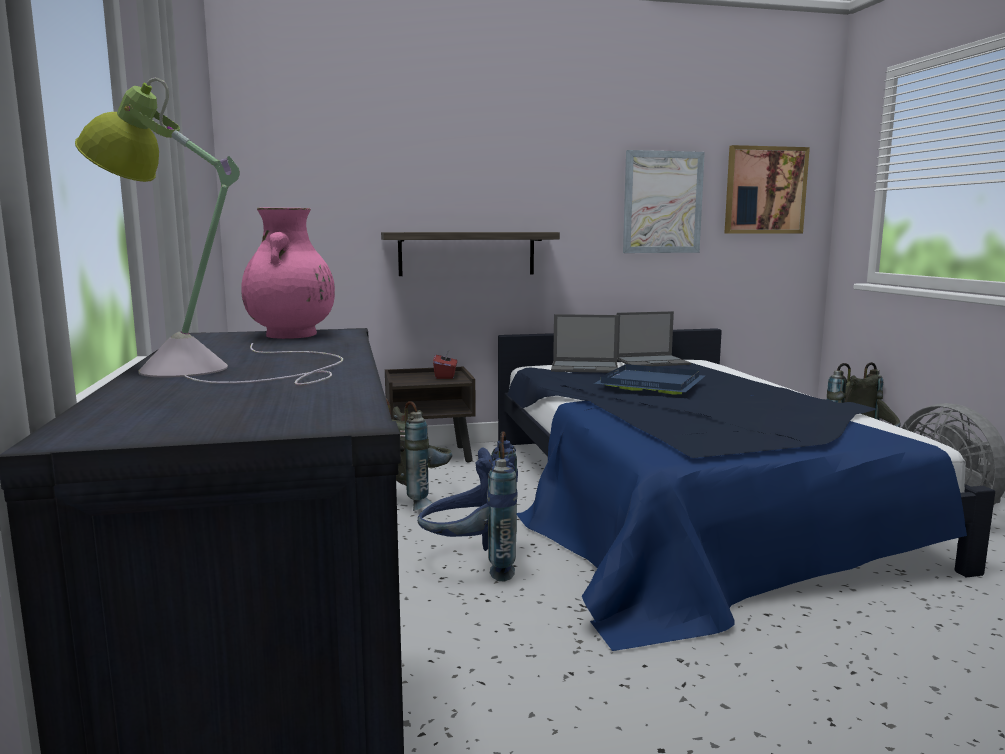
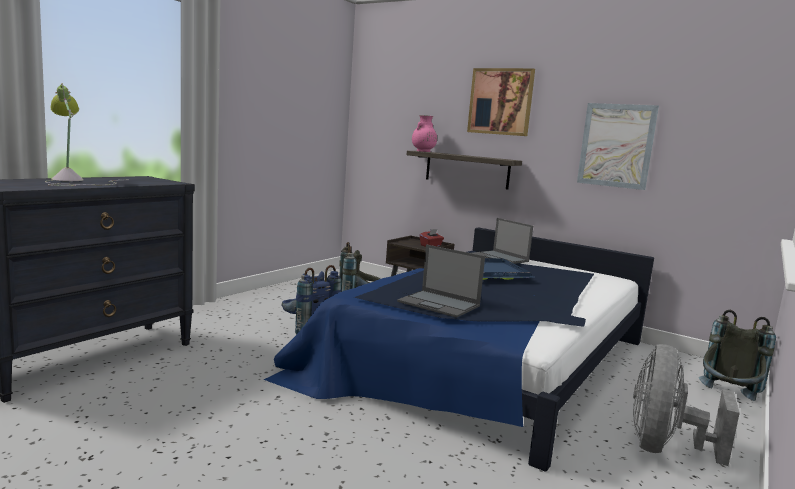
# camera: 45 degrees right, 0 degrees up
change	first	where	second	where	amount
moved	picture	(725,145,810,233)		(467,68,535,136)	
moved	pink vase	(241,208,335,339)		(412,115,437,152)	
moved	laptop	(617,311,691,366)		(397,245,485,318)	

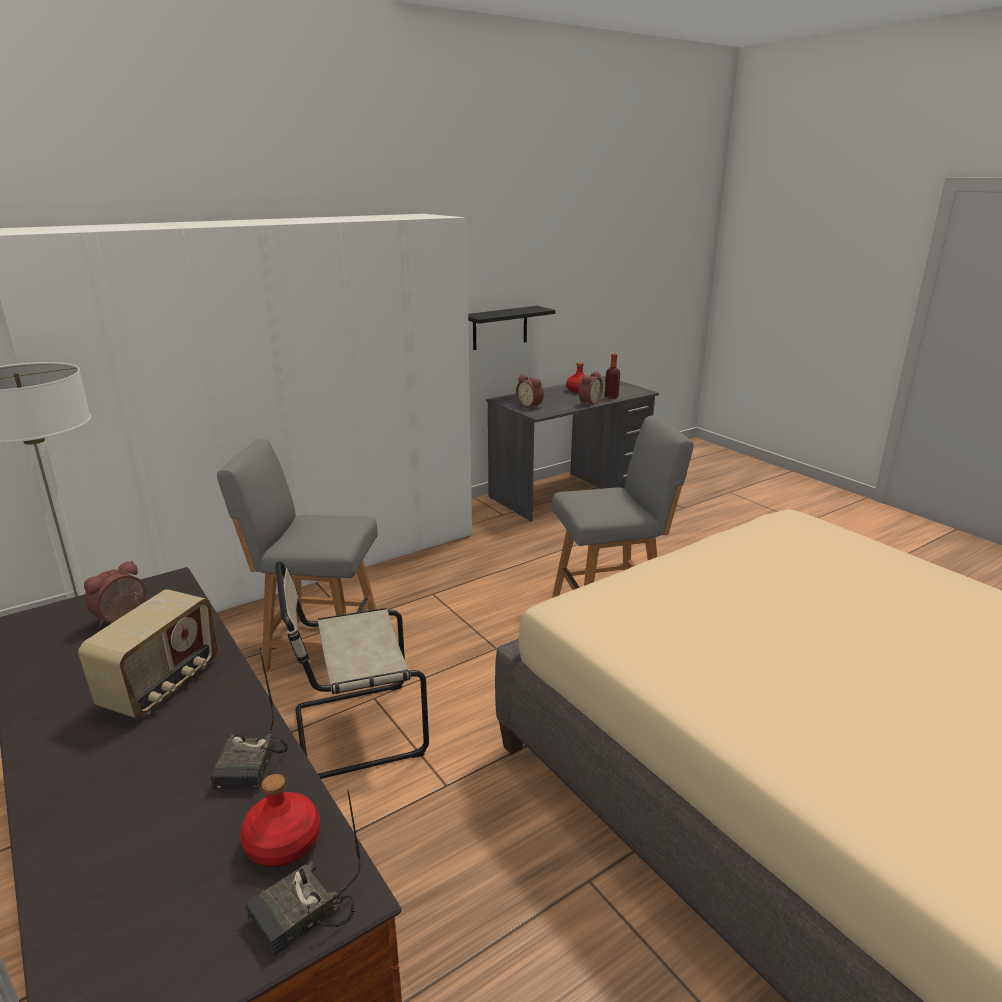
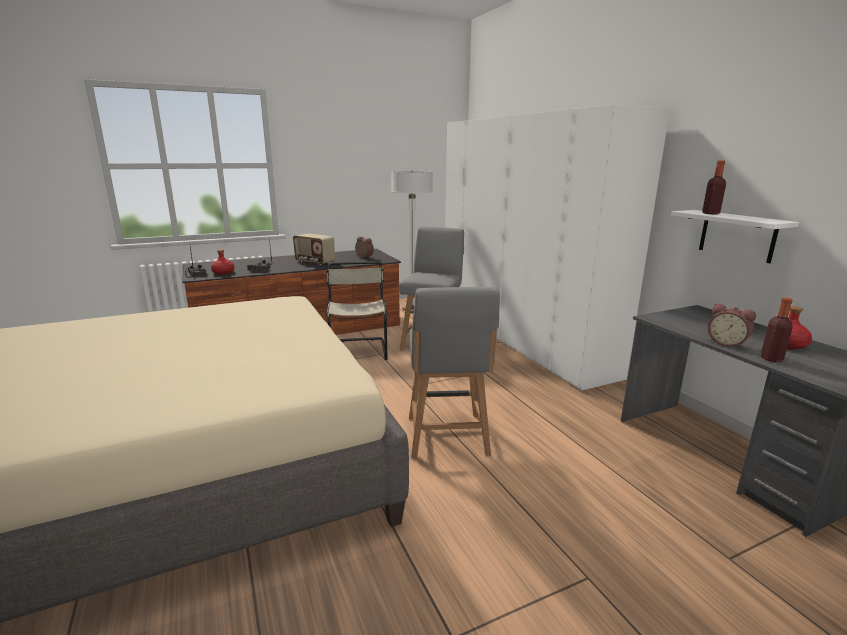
# camera: 100 degrees right, 5 degrees down
change	first	where	second	where	amount
recoloured	black shelf	(468,306,556,350)	white shelf	(671,210,799,263)	
removed	alarm clock	(516,375,544,409)			
added			bottle	(702,160,726,215)	

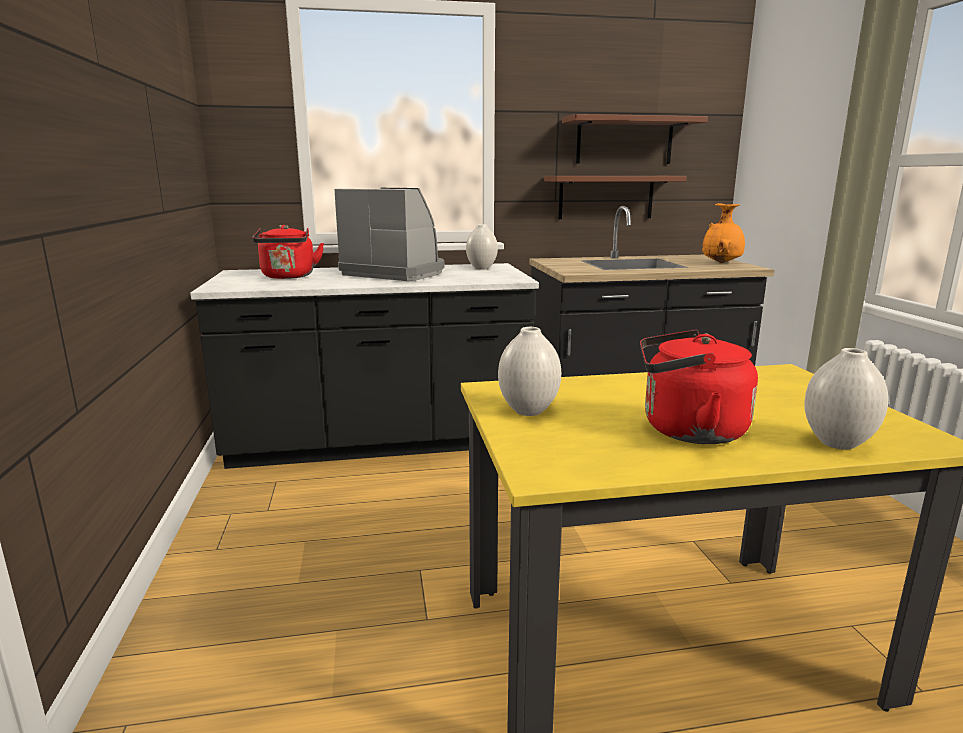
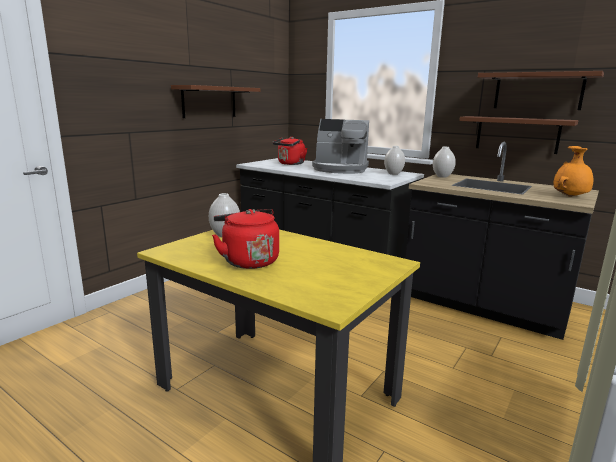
# camera: 45 degrees right, 0 degrees up
change	first	where	second	where	amount
turned	coffee machine	(335,188,445,281)		(312,119,369,174)	120 degrees clockwise
moved	white vase	(804,348,889,449)		(433,147,456,178)	
added			brown shelf	(171,85,261,118)	

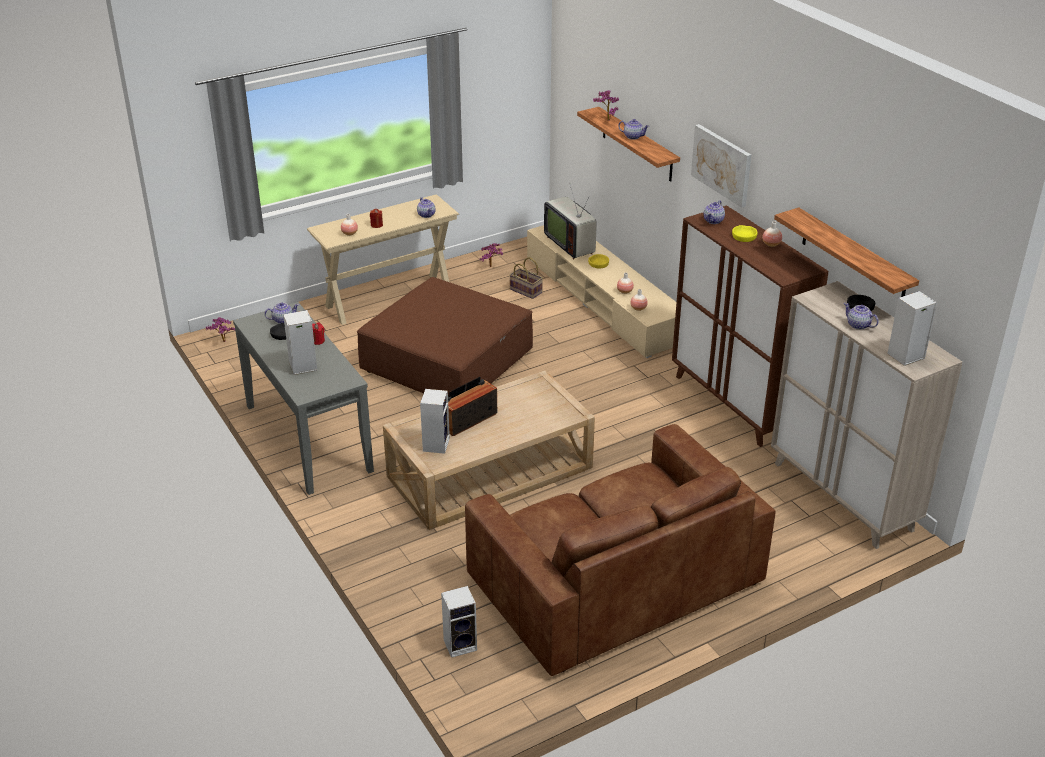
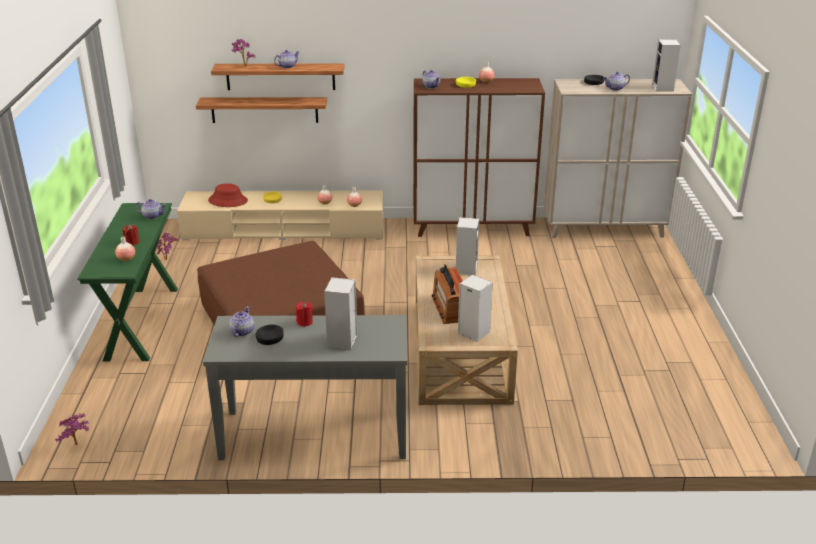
# camera: 60 degrees left, 5 degrees down
change	first	where	second	where	amount
removed	picture	(691,124,751,208)			
replaced	television	(544,184,597,260)	red hat	(208,183,248,207)	
recoloured	beige console table	(307,195,459,325)	green console table	(77,203,178,362)	
moved	shelf	(774,208,919,297)		(196,97,327,123)	
removed	basket	(509,257,543,299)			
removed	brown sofa	(465,424,776,676)			
moved	speaker	(441,586,477,658)		(456,217,479,275)	

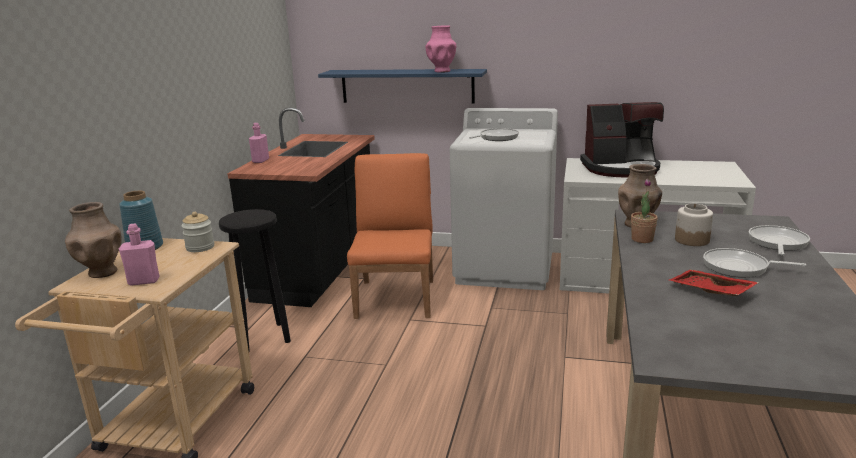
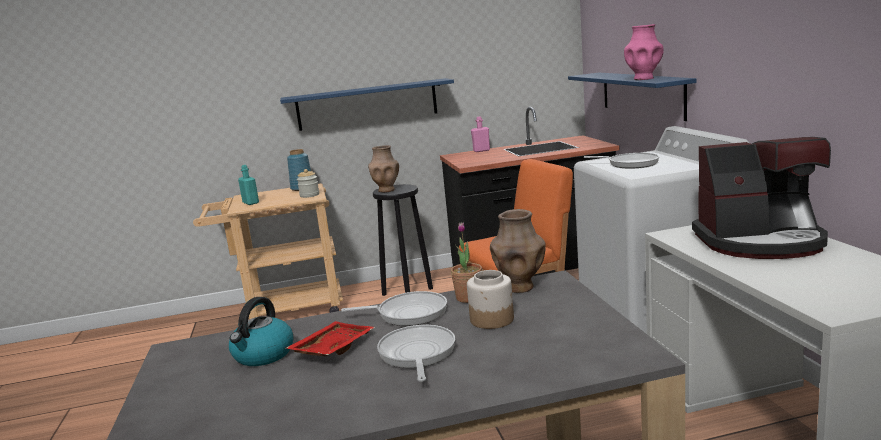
# camera: 65 degrees right, 5 degrees down
change	first	where	second	where	amount
turned	coffee machine	(580,102,664,178)		(692,137,831,259)	60 degrees counterclockwise
moved	brown vase	(65,202,122,278)		(368,145,399,193)	
recoloured	pink bottle	(119,224,160,286)	turquoise bottle	(238,165,259,205)	
moved	frying pan	(749,225,810,255)		(341,291,447,326)	
added			blue shelf	(280,78,454,131)	
added			kettle	(229,297,294,366)	

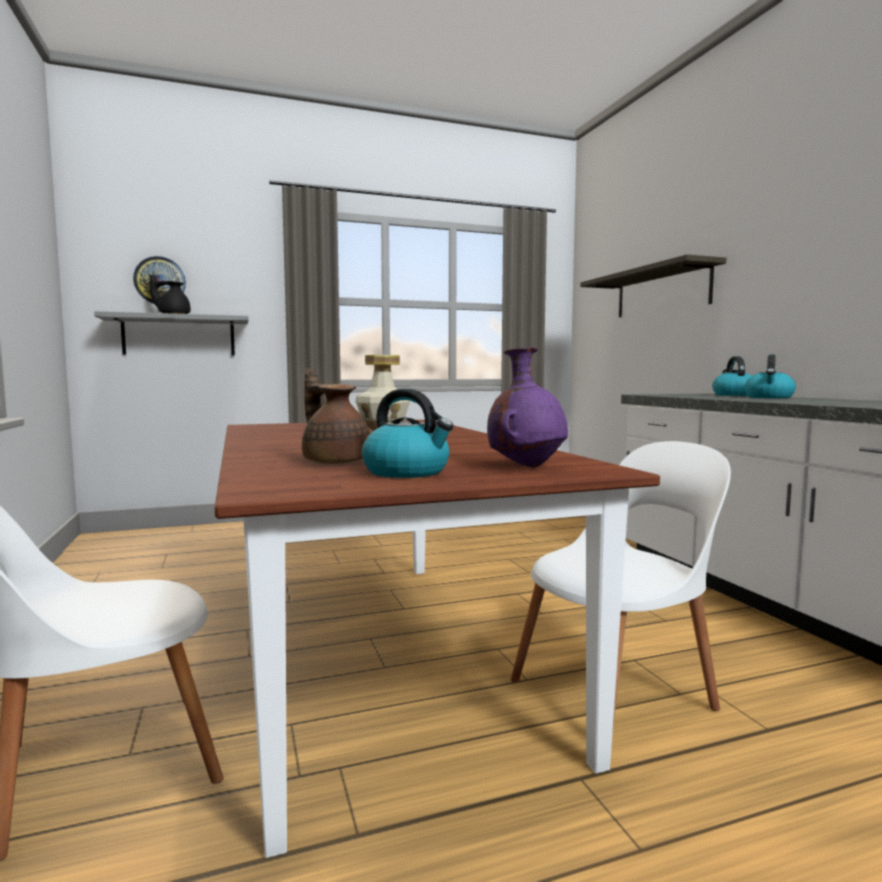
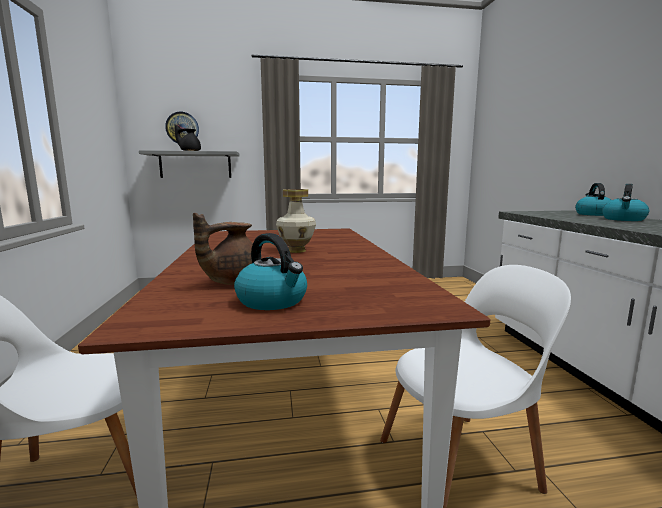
# camera: 10 degrees right, 5 degrees up
change	first	where	second	where	amount
removed	shelf	(580,254,726,317)			
removed	purple vase	(487,347,568,467)			
turned	brown teapot	(302,368,370,464)		(193,213,253,285)	105 degrees counterclockwise

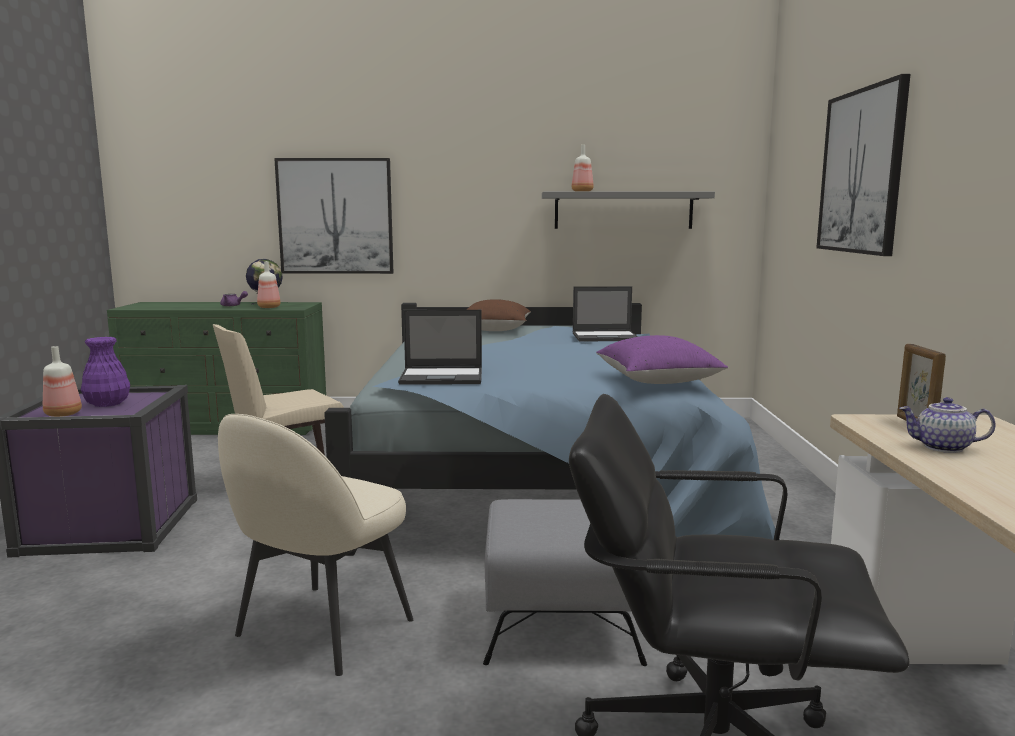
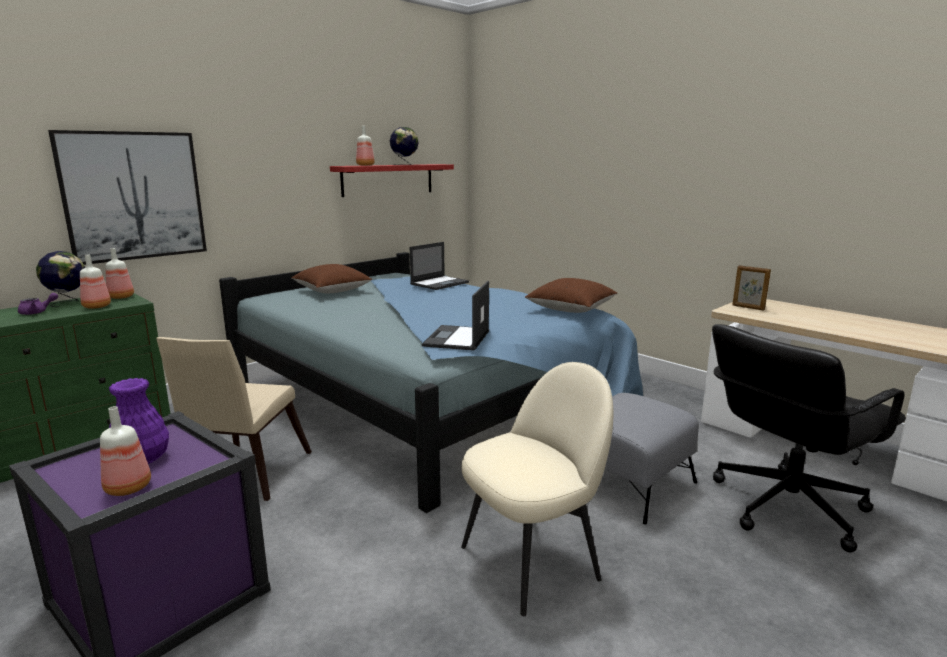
# camera: 45 degrees left, 5 degrees up
change	first	where	second	where	amount
removed	picture	(816,74,911,256)			
recoloured	grey shelf	(542,192,715,229)	red shelf	(330,164,454,197)	
turned	laptop	(398,310,482,385)		(422,281,489,351)	150 degrees clockwise
recoloured	purple pillow	(596,335,728,384)	brown pillow	(525,278,618,313)	
removed	teapot	(899,397,996,453)			
turned	beige chair	(218,414,413,676)		(461,362,613,616)	105 degrees counterclockwise
added			globe	(390,127,418,165)	
added			bottle	(106,248,134,299)	

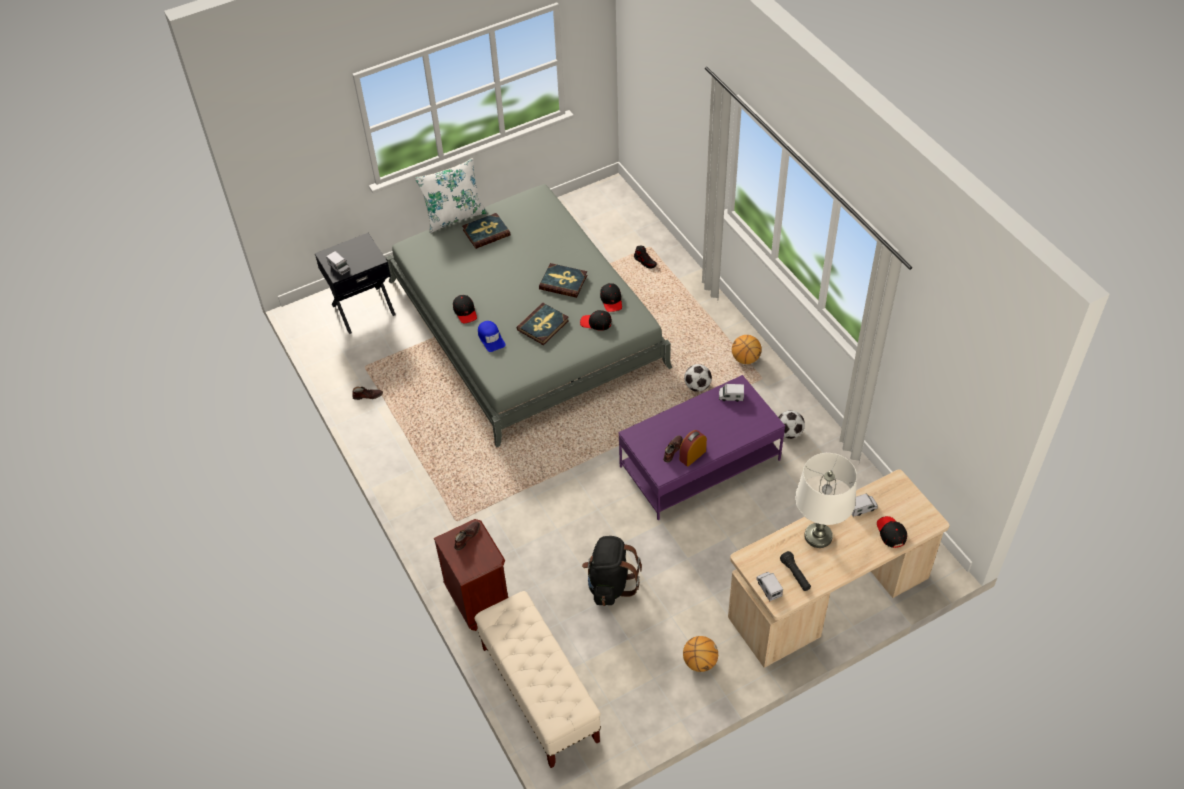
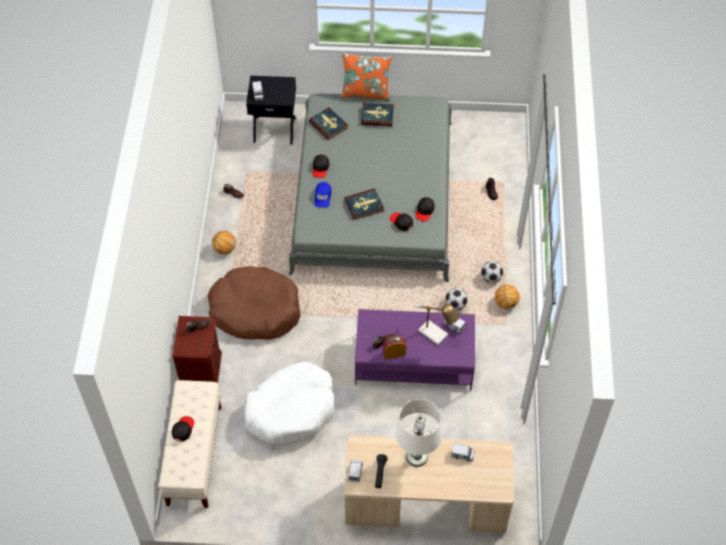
# camera: 30 degrees right, 5 degrees up
change	first	where	second	where	amount
recoloured	white pillow	(415,158,487,233)	orange pillow	(340,53,392,101)	
moved	book	(539,263,587,298)		(309,107,348,140)	
moved	football	(778,410,805,439)		(481,261,503,283)	
moved	black cap	(877,516,907,548)		(172,416,194,442)	
replaced	black backpack	(582,536,642,606)	white dog bed	(244,361,334,446)	
moved	basketball	(683,636,718,672)		(212,231,236,254)	
added			brown dog bed	(208,266,300,340)	
added			table lamp	(415,304,459,345)	

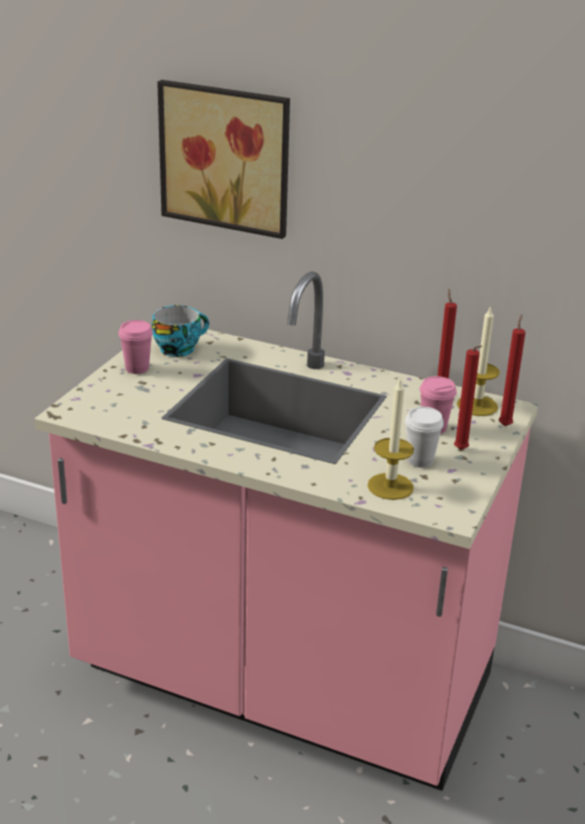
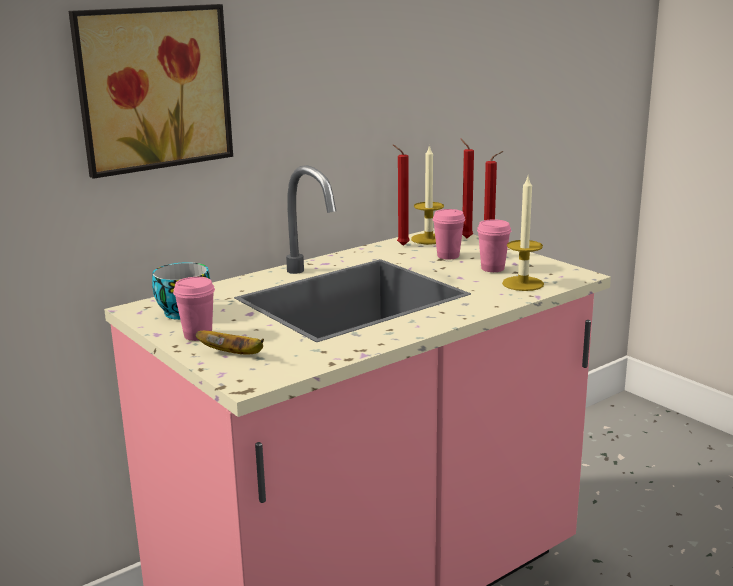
# camera: 60 degrees left, 10 degrees down
change	first	where	second	where	amount
recoloured	white cup	(405,407,444,468)	pink cup	(477,219,511,272)	
added			banana	(195,331,264,354)	

